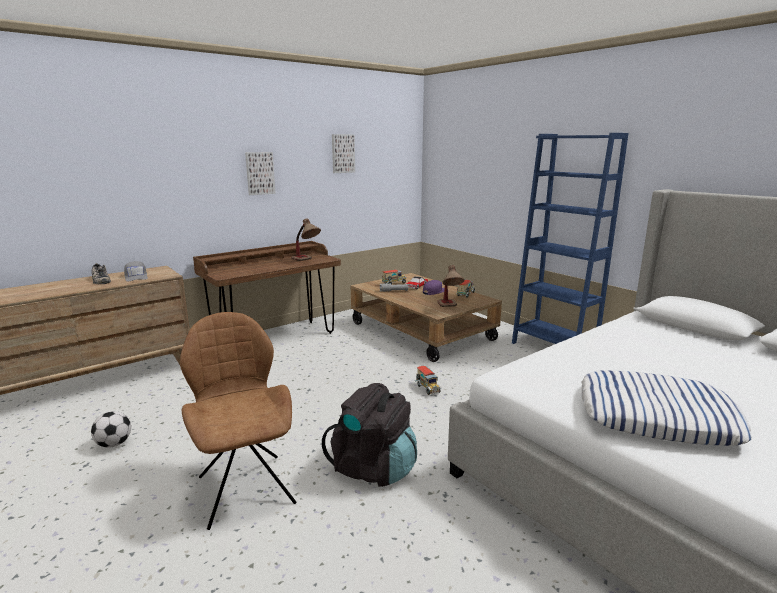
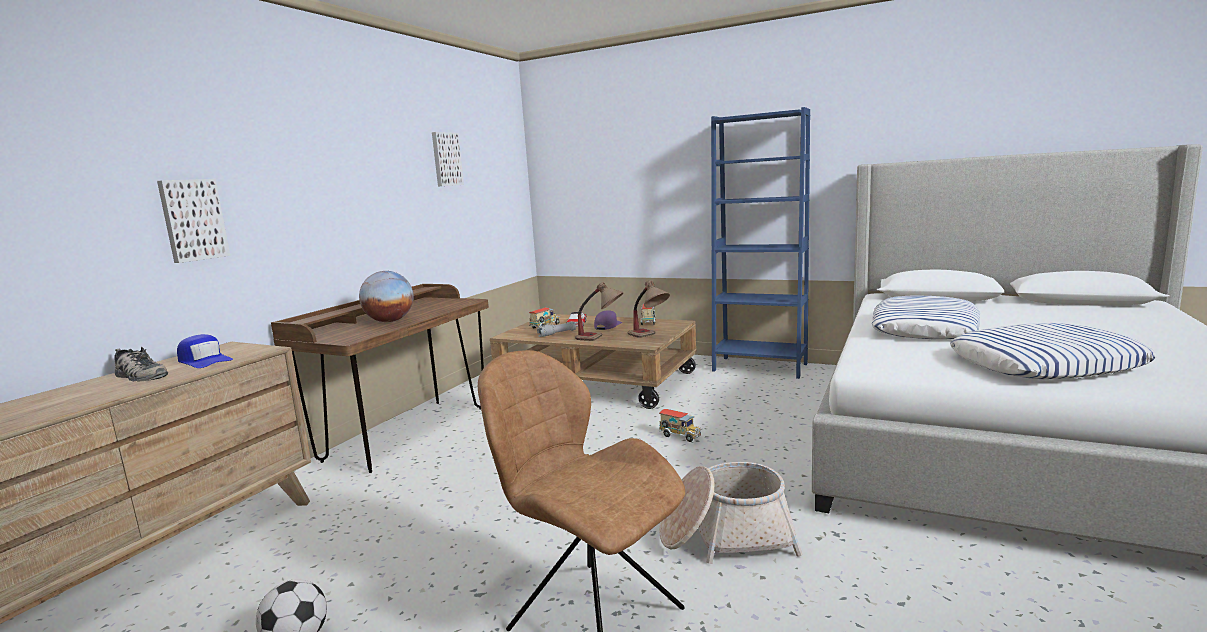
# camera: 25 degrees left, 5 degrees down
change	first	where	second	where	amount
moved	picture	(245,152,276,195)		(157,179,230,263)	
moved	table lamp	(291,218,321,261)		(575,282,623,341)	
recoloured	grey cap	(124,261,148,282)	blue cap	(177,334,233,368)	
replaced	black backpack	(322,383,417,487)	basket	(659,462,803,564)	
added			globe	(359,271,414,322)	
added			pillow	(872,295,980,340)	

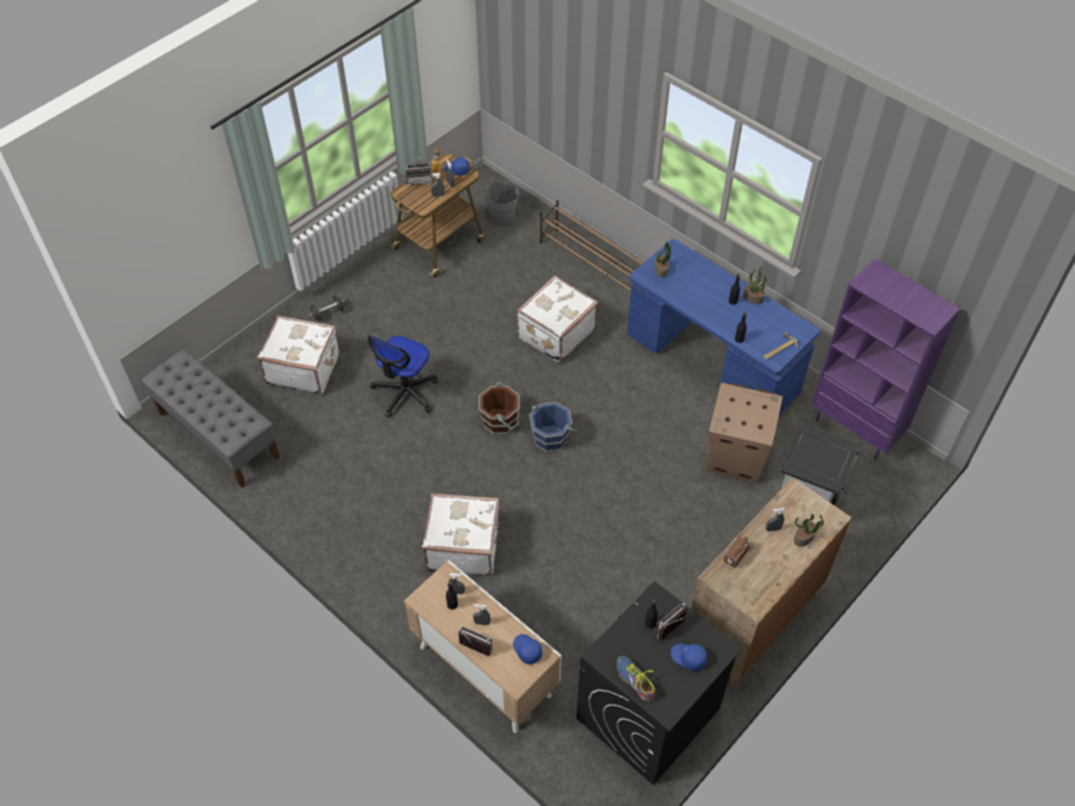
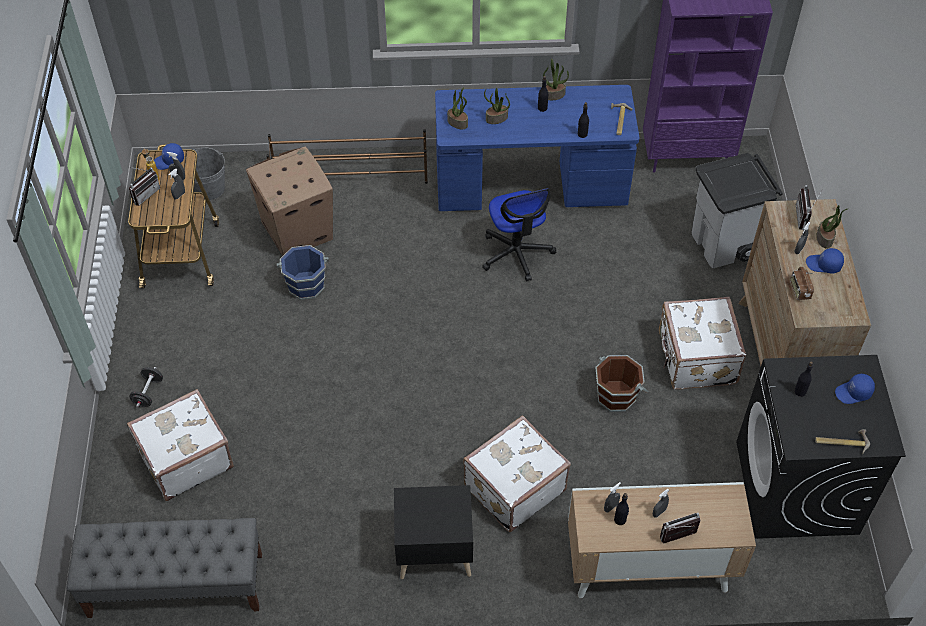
# camera: 45 degrees left, 0 degrees up
change	first	where	second	where	amount
moved	white suitcase	(516,275,598,363)		(659,297,746,389)	
moved	office chair	(367,334,438,418)		(482,188,556,282)	
moved	brown bucket	(479,382,520,434)		(595,355,648,412)	
moved	cardboard box	(706,383,783,484)		(246,146,333,256)	
moved	blue bucket	(529,402,577,452)		(277,245,329,300)	
moved	radio	(655,603,687,641)		(796,185,823,230)	
moved	blue cap	(513,634,542,665)		(806,248,844,273)	
replaced	shoe	(617,656,658,701)	hammer	(815,429,870,455)	
added			potted plant	(484,88,510,124)	
added			black nightstand	(394,485,473,579)	

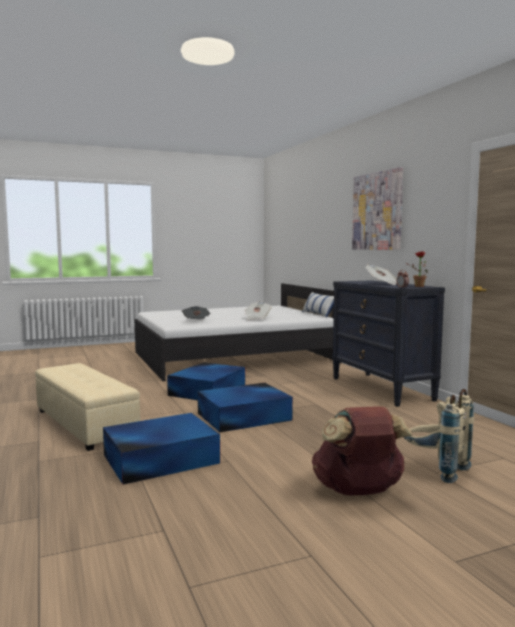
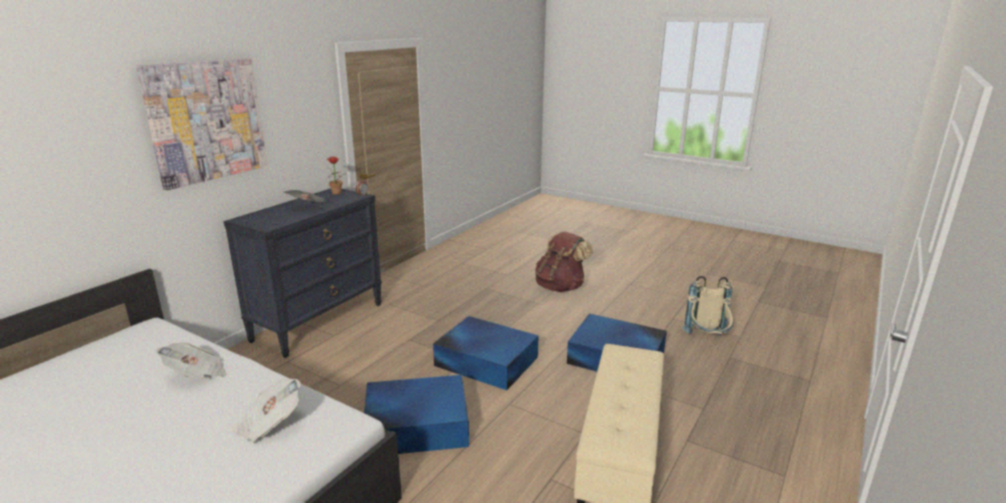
# camera: 125 degrees left, 15 degrees up
change	first	where	second	where	amount
removed	pillow	(302,292,334,318)			
moved	beige backpack	(403,389,474,483)		(682,276,733,336)	

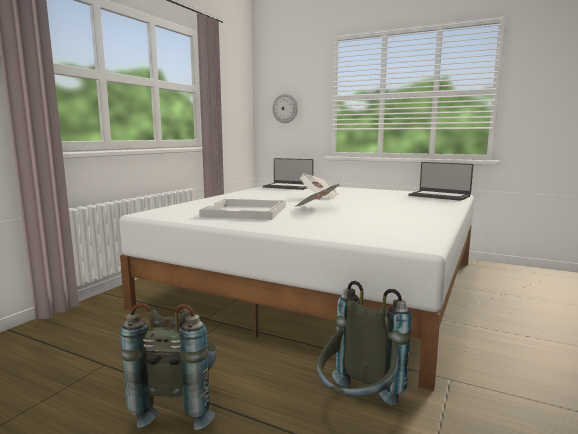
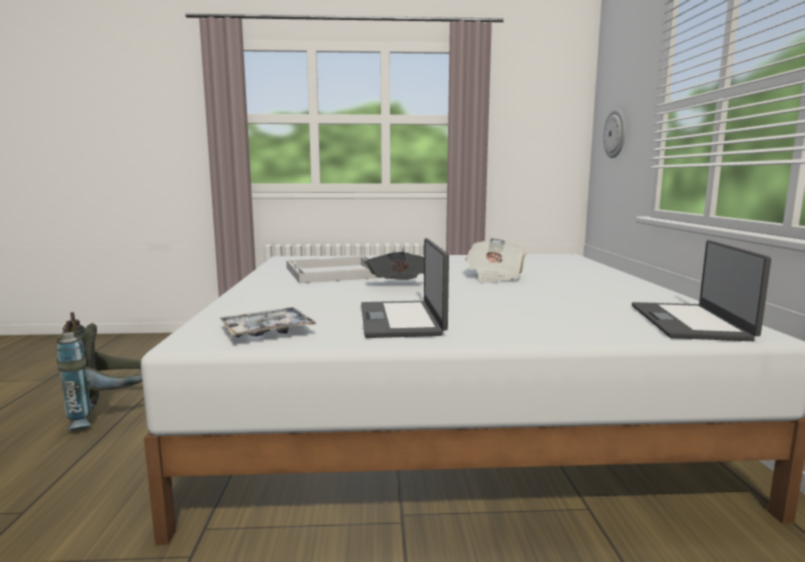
# camera: 60 degrees right, 0 degrees up
change	first	where	second	where	amount
moved	laptop	(263,158,314,190)		(361,238,449,338)	
removed	grey backpack	(317,281,411,405)			
added			tray	(220,307,316,337)	

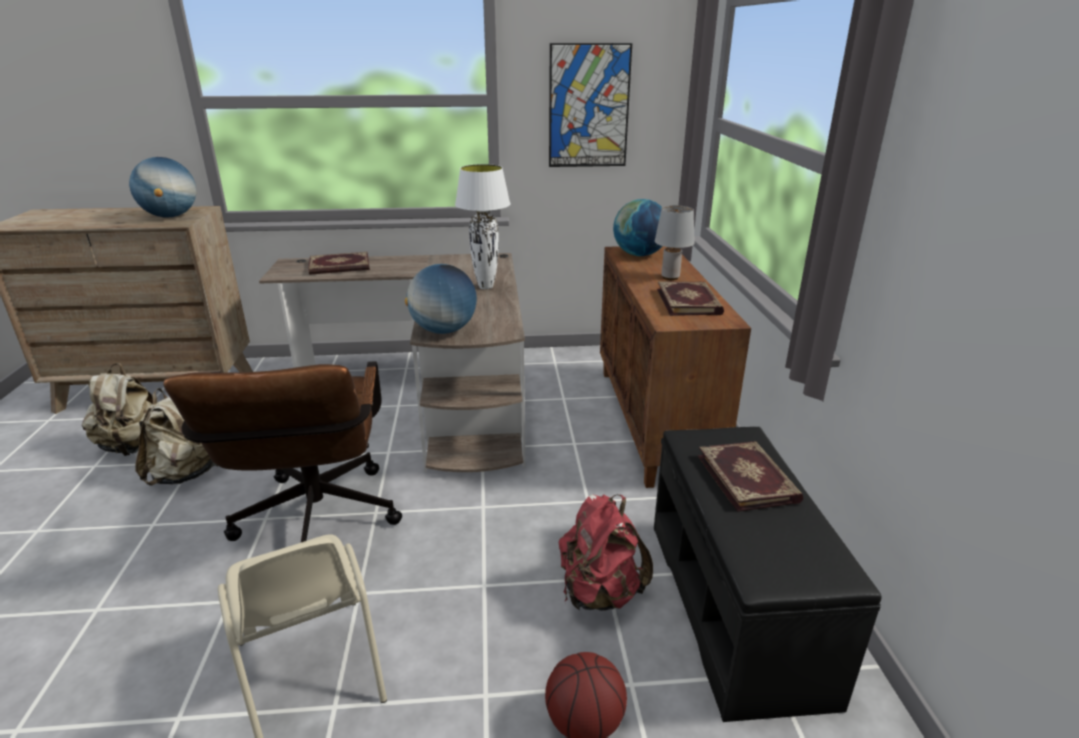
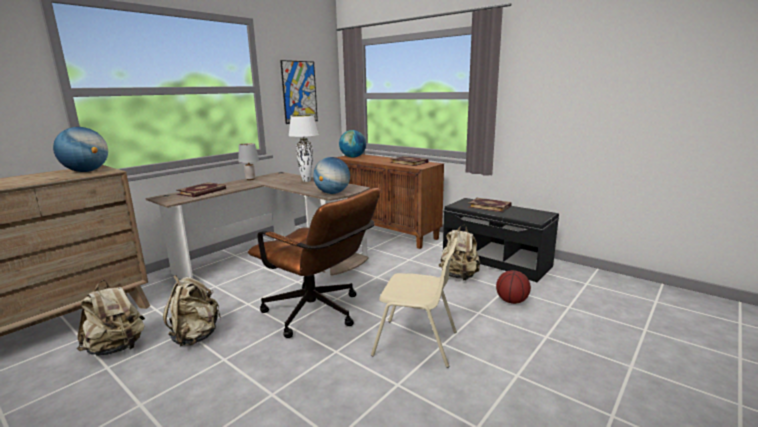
# camera: 45 degrees left, 10 degrees down
change	first	where	second	where	amount
moved	grey table lamp	(655,205,694,280)		(239,143,259,180)	
recoloured	red backpack	(558,494,653,611)	beige backpack	(439,225,480,281)	

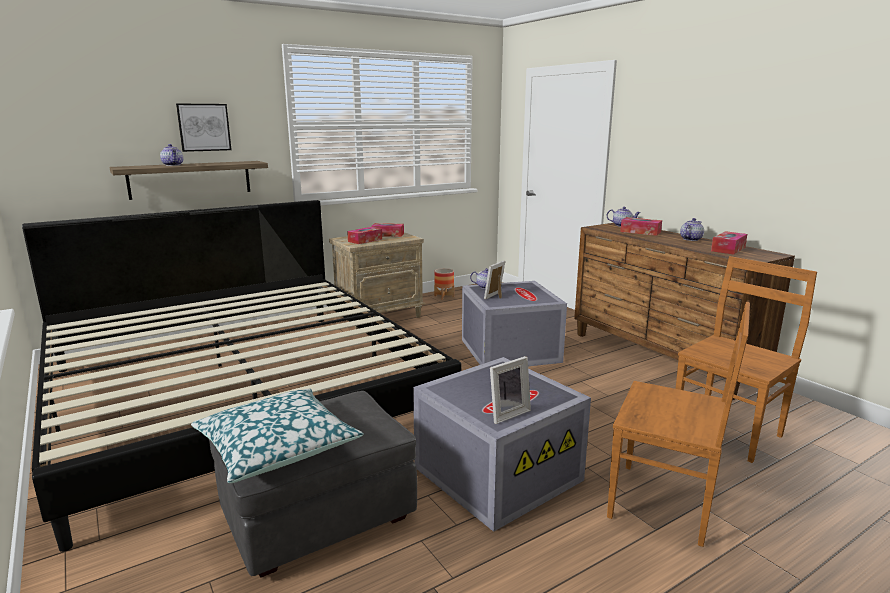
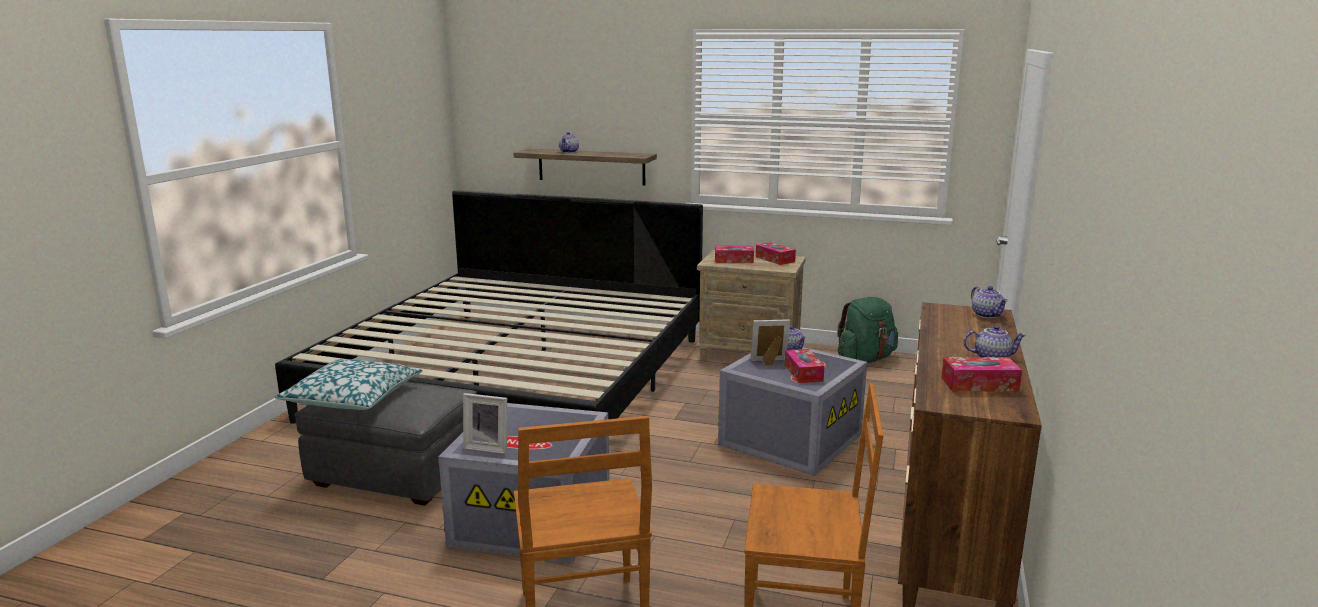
# camera: 50 degrees right, 0 degrees up
change	first	where	second	where	amount
removed	picture	(176,104,232,152)			
moved	tissue box	(620,217,662,236)		(785,349,825,383)	
replaced	planter	(434,268,454,300)	green backpack	(837,297,898,363)	

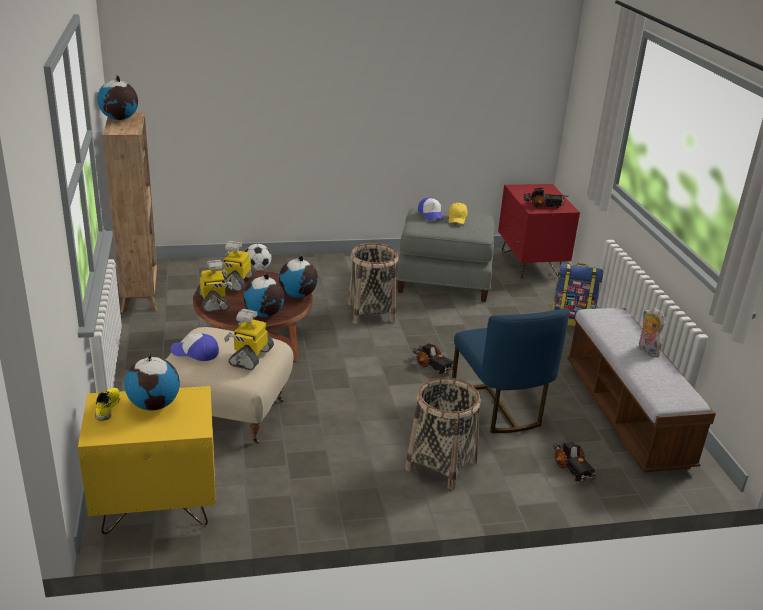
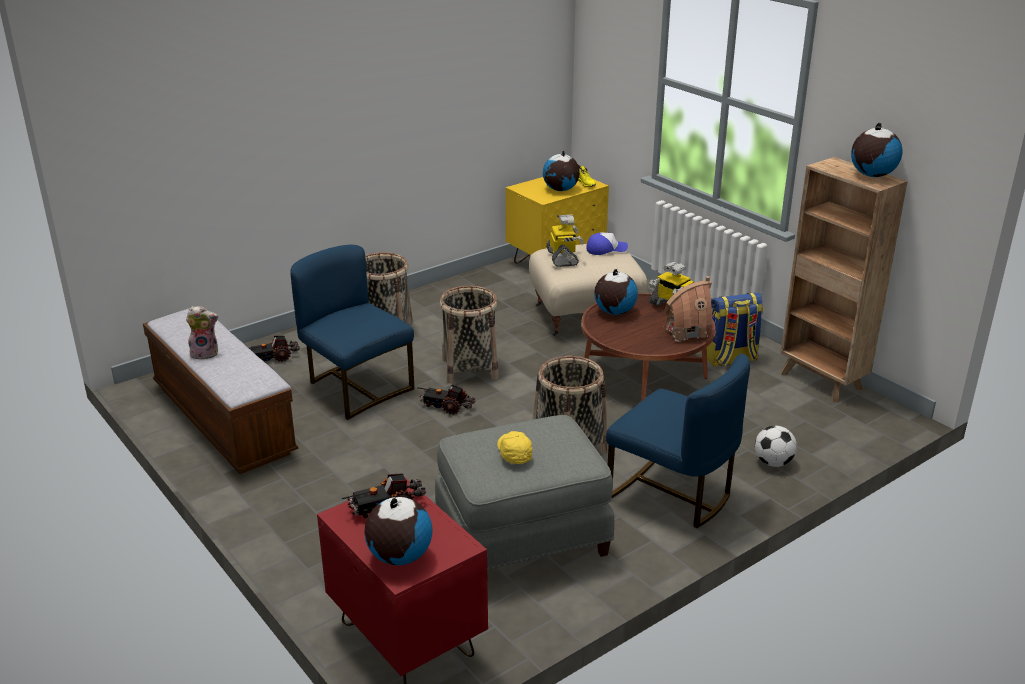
# camera: 155 degrees right, 0 degrees up
change	first	where	second	where	amount
removed	cap	(418,197,443,221)			
replaced	toy robot	(221,241,256,291)	toy house	(664,276,712,342)	
moved	globe	(279,256,318,298)		(365,497,432,566)	
moved	backpack	(552,263,603,326)		(707,292,763,367)	
turned	plush toy	(639,307,665,357)		(186,306,218,360)	45 degrees counterclockwise
turned	toy truck	(553,441,597,482)		(249,336,300,362)	60 degrees counterclockwise
added			basket	(440,286,499,384)	
added			blue chair	(606,354,750,528)	

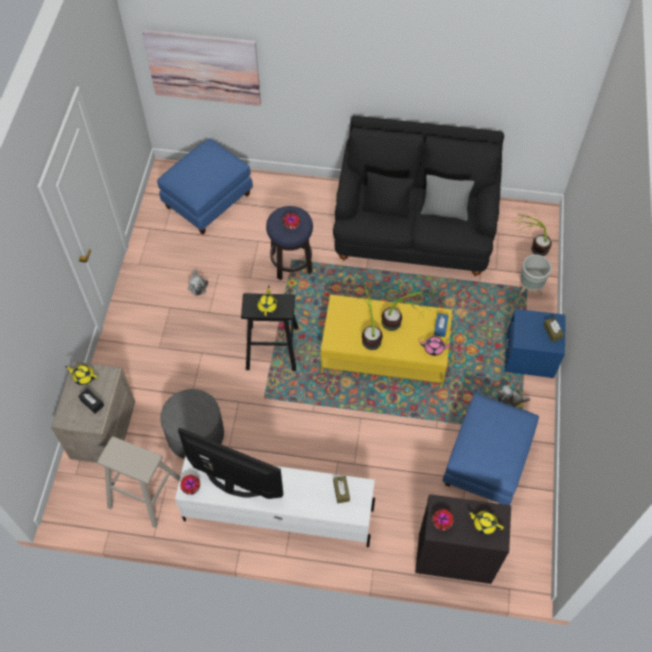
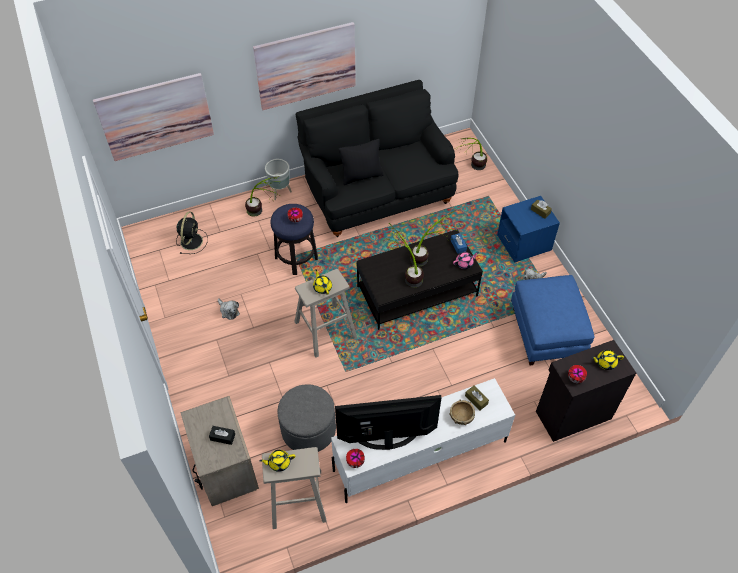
# camera: 30 degrees left, 5 degrees down
change	first	where	second	where	amount
replaced	blue ottoman	(157,138,253,235)	black fan	(176,211,208,254)	
removed	grey pillow	(421,175,474,221)			
moved	grey planter	(519,255,552,296)		(265,159,292,200)	
recoloured	black stool	(241,293,298,371)	beige stool	(294,269,357,358)	
recoloured	yellow coffee table	(321,295,452,388)	black coffee table	(357,229,483,330)	
moved	yellow teapot	(65,364,97,385)		(260,450,295,472)	
added			picture	(253,22,356,110)	
added			potted plant	(245,176,281,216)	
added			brown bowl	(449,399,475,425)	

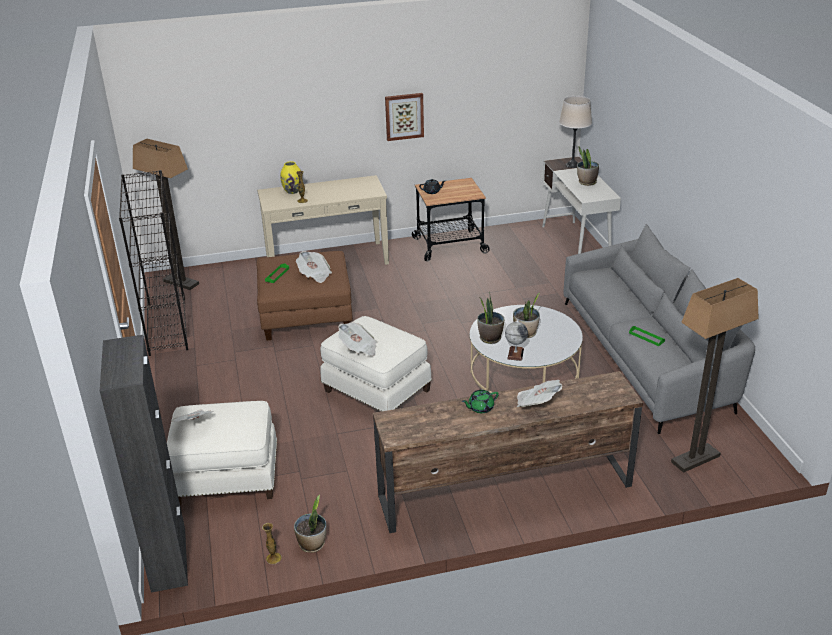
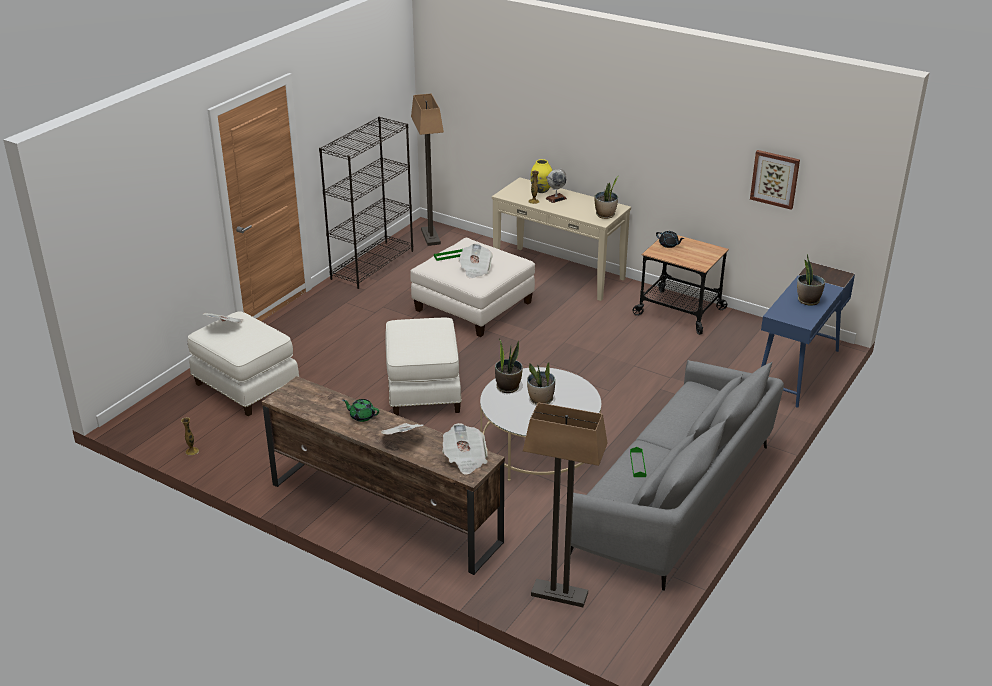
# camera: 45 degrees right, 0 degrees up
change	first	where	second	where	amount
moved	picture	(385,93,424,141)		(750,150,800,209)	
removed	beige table lamp	(559,96,592,168)			
recoloured	white desk	(542,156,621,254)	blue desk	(761,262,855,408)	
recoloured	brown ottoman	(257,251,353,340)	white ottoman	(410,238,535,337)	
moved	globe	(505,319,528,361)		(546,168,567,203)	
moved	newspaper	(338,323,378,356)		(442,423,488,475)	
removed	black cabinet	(100,335,188,593)			
moved	potted plant	(294,495,327,553)		(594,176,618,219)	

